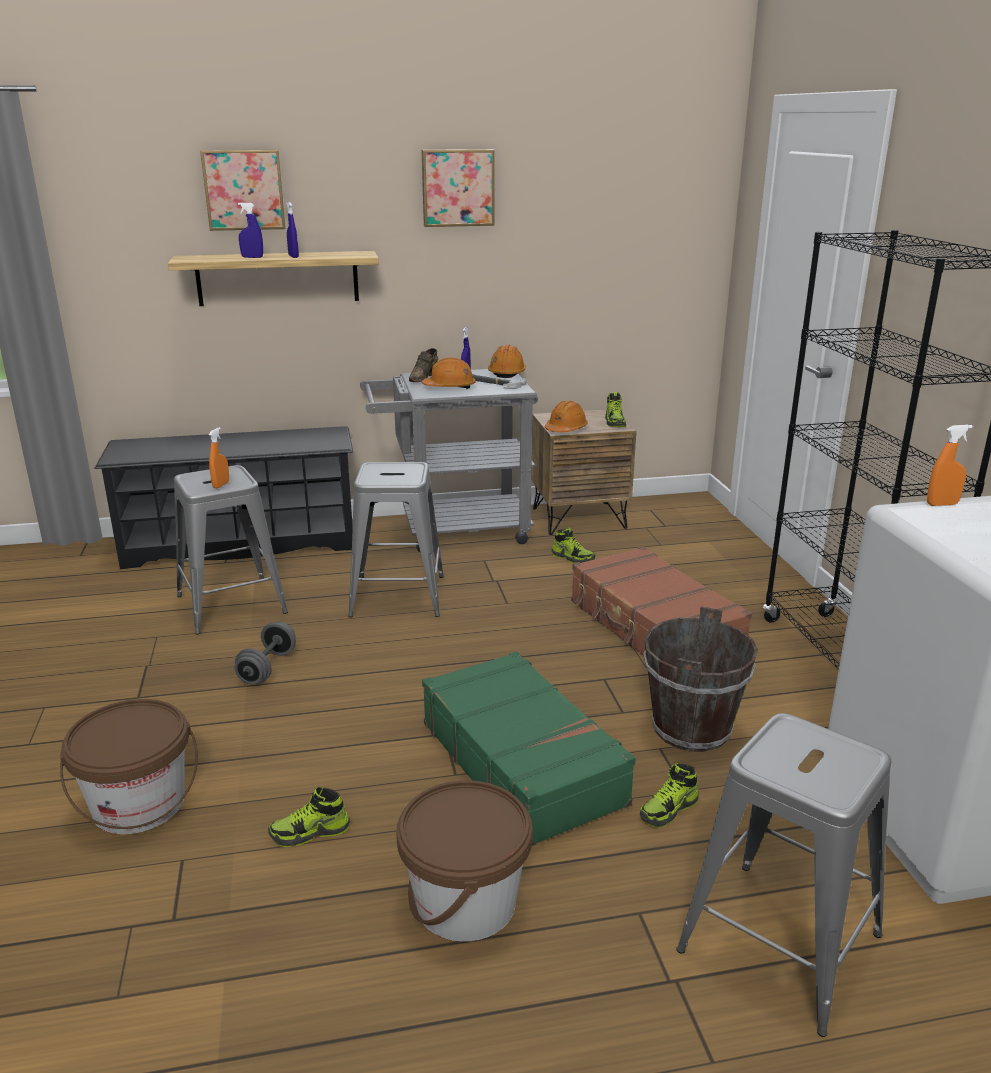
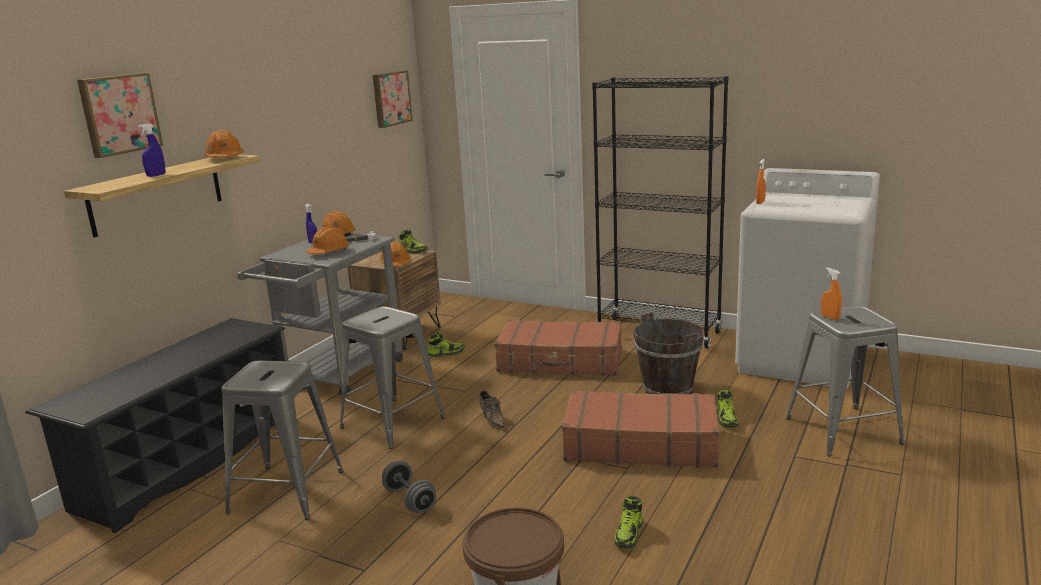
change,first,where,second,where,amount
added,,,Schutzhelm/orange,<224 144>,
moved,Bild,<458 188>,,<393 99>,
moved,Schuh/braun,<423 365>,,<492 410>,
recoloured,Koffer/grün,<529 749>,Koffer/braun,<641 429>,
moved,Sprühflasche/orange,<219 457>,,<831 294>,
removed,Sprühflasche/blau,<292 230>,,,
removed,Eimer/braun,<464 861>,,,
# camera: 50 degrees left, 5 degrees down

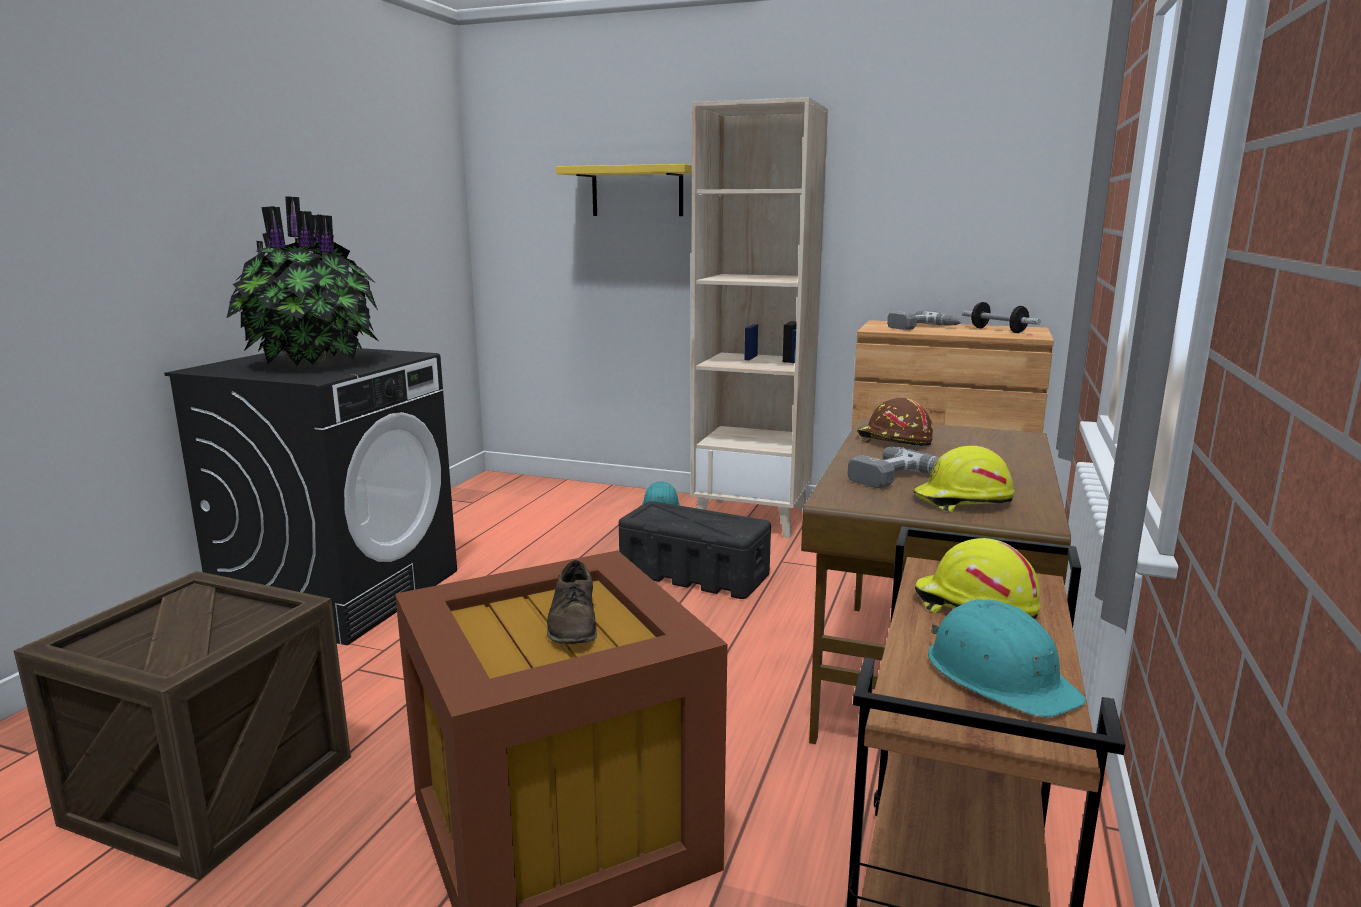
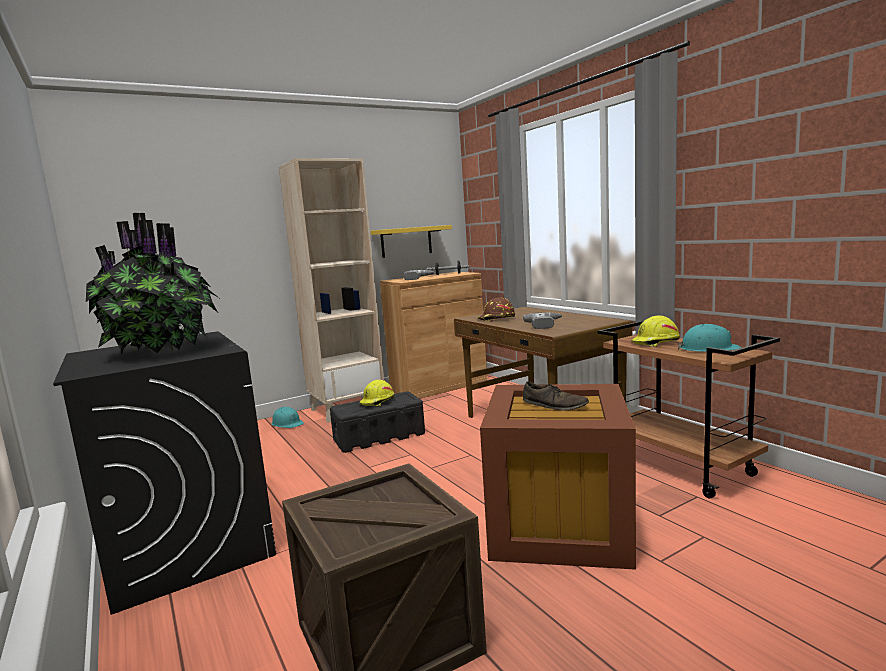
change,first,where,second,where,amount
moved,Schutzhelm/gelb,<964 479>,,<376 392>,
moved,Wandregal/gelb,<624 190>,,<411 241>,
# camera: 50 degrees left, 5 degrees down

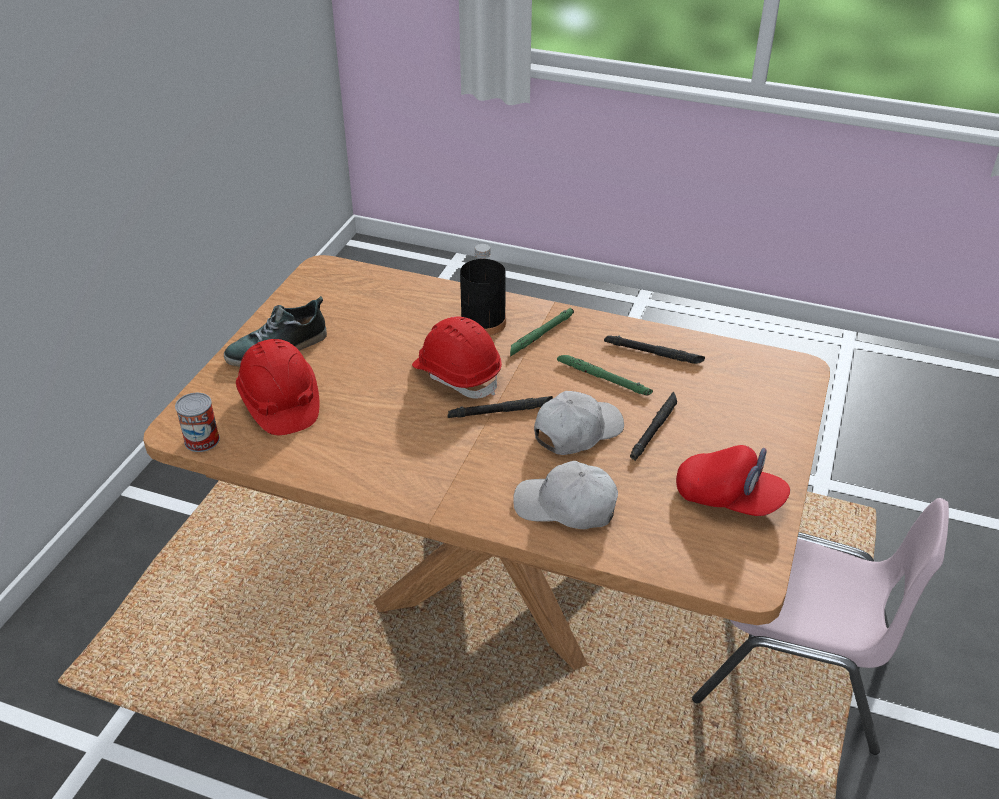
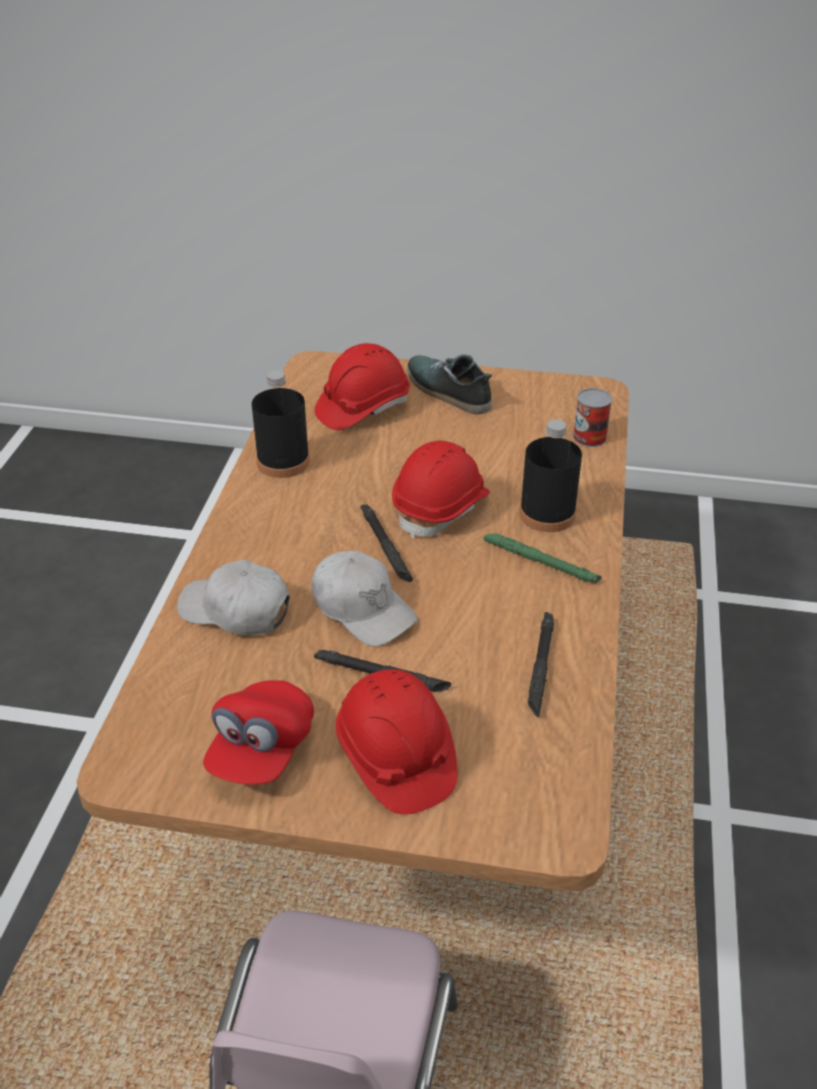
change,first,where,second,where,amount
turned,Kappe/weiß,<565 495>,,<233 597>,75 degrees counterclockwise
added,,,Flasche/schwarz,<281 424>,
added,,,Schutzhelm/rot,<396 742>,
moved,Dose,<197 422>,,<592 417>,
removed,Taschenlampe/grün,<605 375>,,,
# camera: 80 degrees right, 0 degrees up

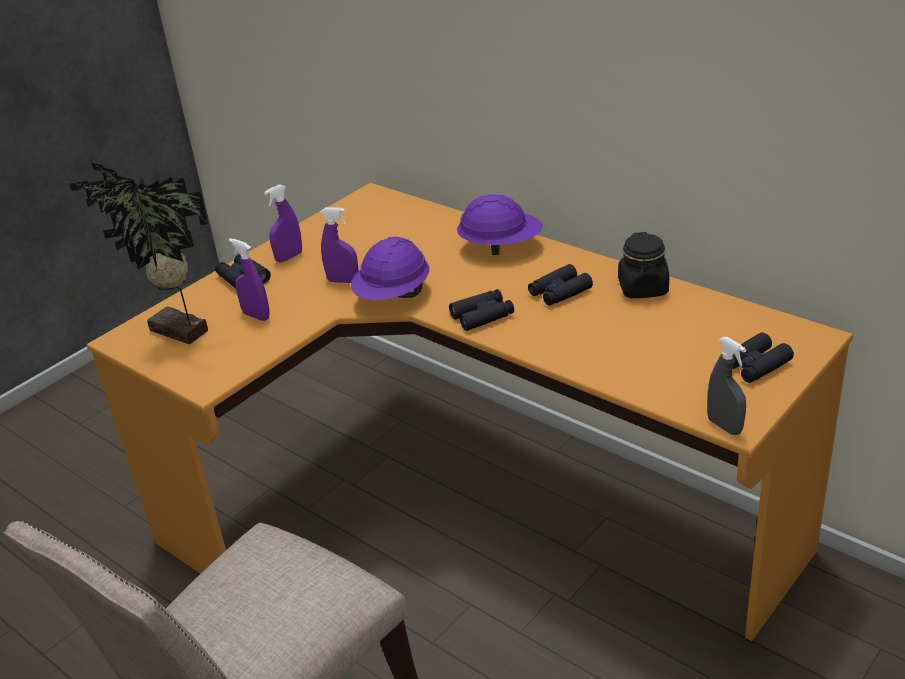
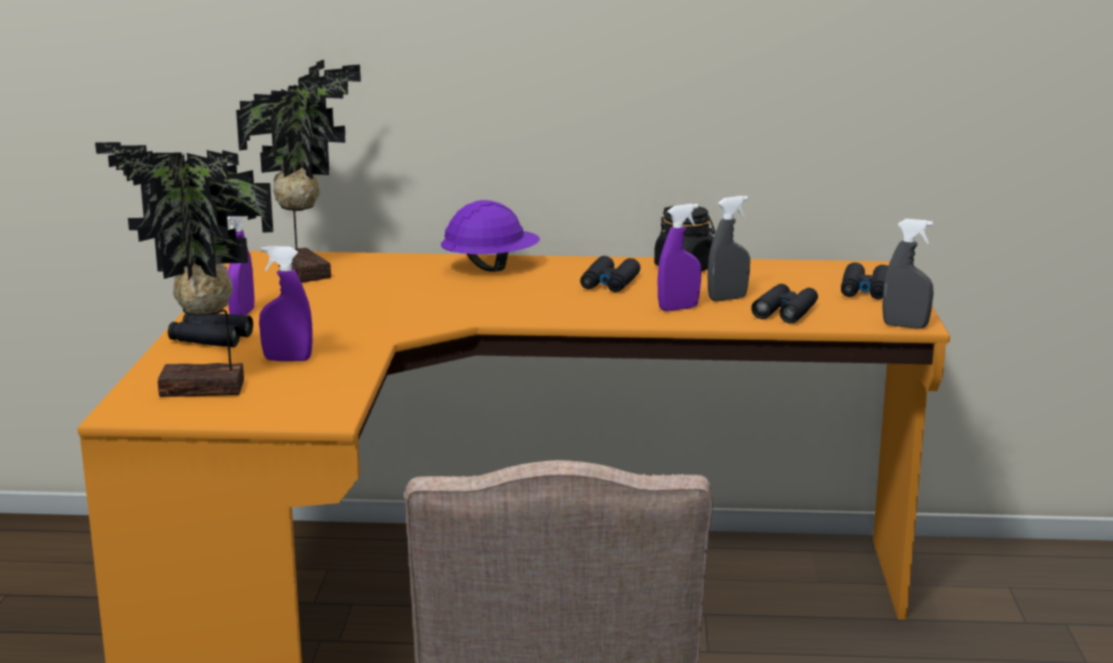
change,first,where,second,where,amount
added,,,Topfpflanze,<298 171>,
moved,Sprühflasche/lila,<339 245>,,<679 257>,
added,,,Sprühflasche/grau,<729 248>,
moved,Fernglas/schwarz,<481 310>,,<784 304>,
removed,Schutzhelm/lila,<390 268>,,,
# camera: 40 degrees left, 15 degrees down

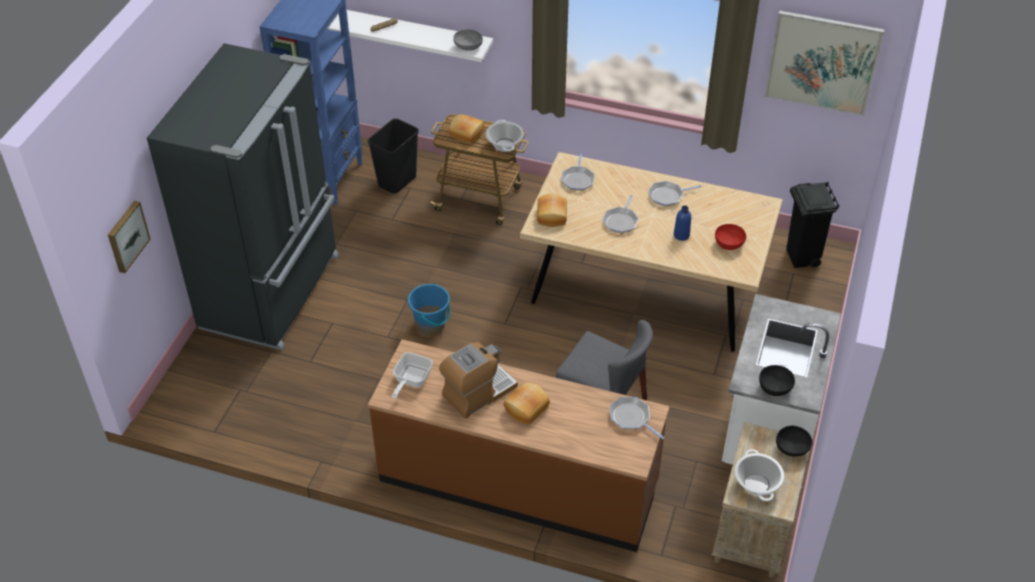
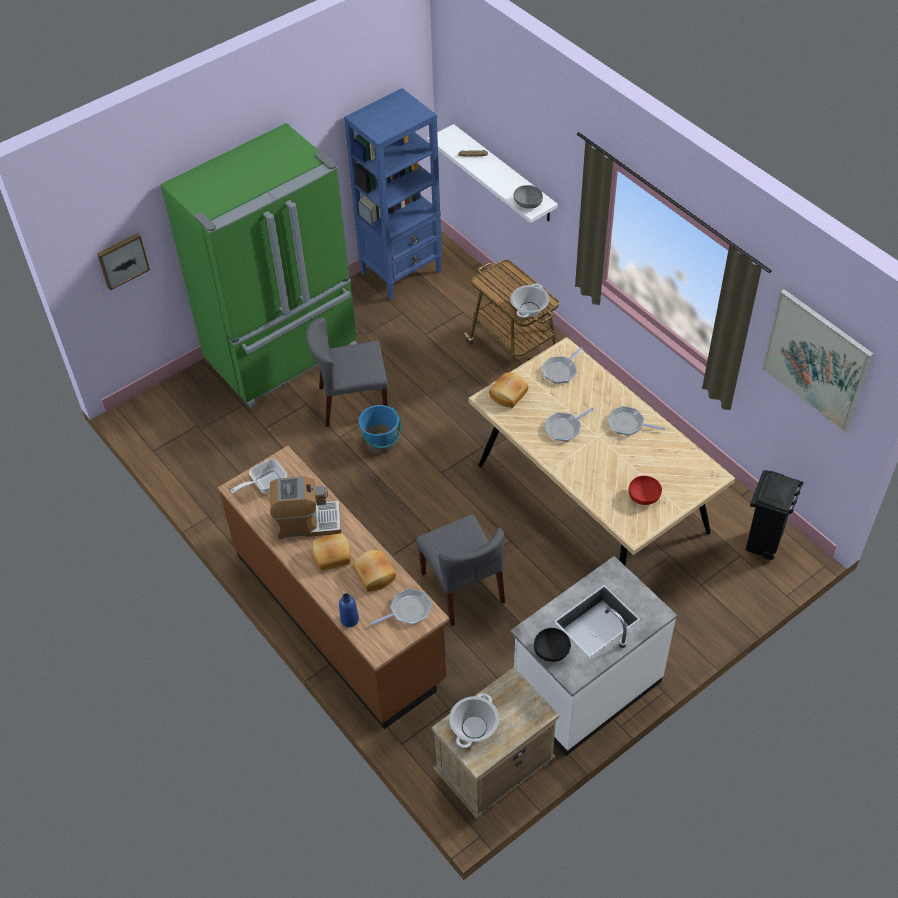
change,first,where,second,where,amount
recoloured,Kühlschrank/schwarz,<243 196>,Kühlschrank/grün,<258 265>,
added,,,Stuhl/grau,<347 372>,
moved,Flasche/blau,<682 223>,,<349 610>,
moved,Brot,<466 129>,,<374 571>,
turned,Pfanne,<637 418>,,<401 607>,75 degrees clockwise
removed,Mülleimer/schwarz,<393 156>,,,
removed,Schüssel/schwarz,<794 441>,,,
# camera: 35 degrees right, 5 degrees up

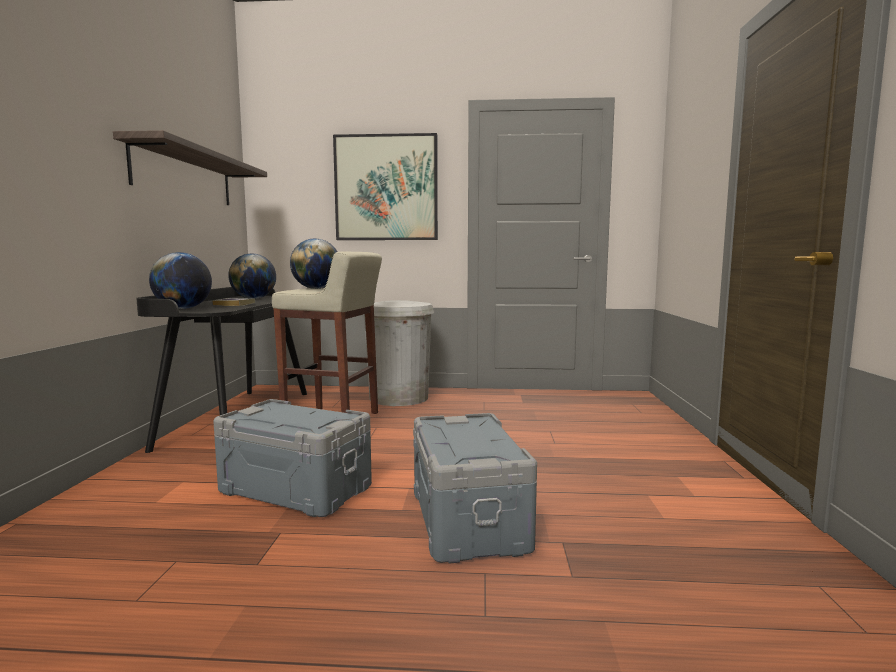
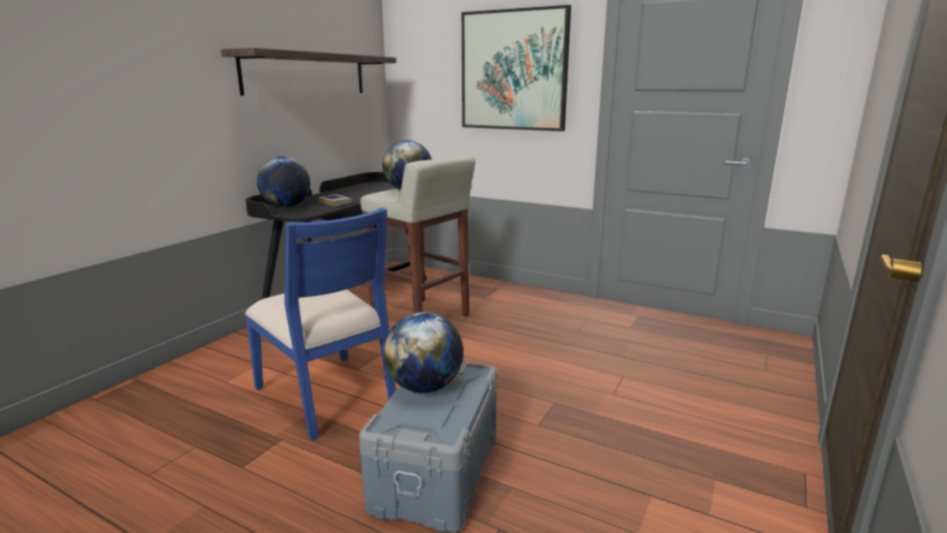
change,first,where,second,where,amount
replaced,Aufbewahrungsbox/grau,<292 458>,Stuhl/blau,<320 323>,
moved,Globus,<252 276>,,<423 352>,
removed,Mülleimer/weiß,<398 353>,,,
# camera: 25 degrees right, 10 degrees up

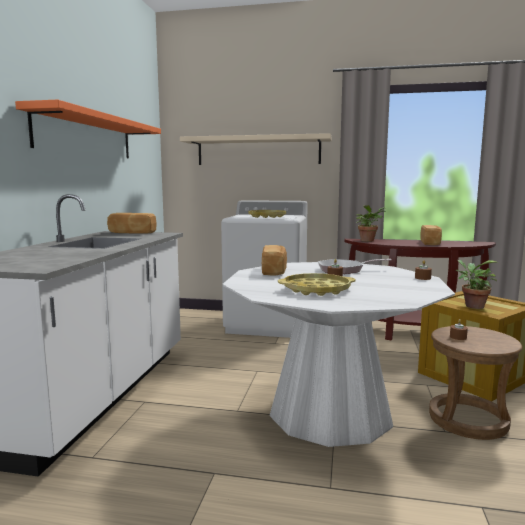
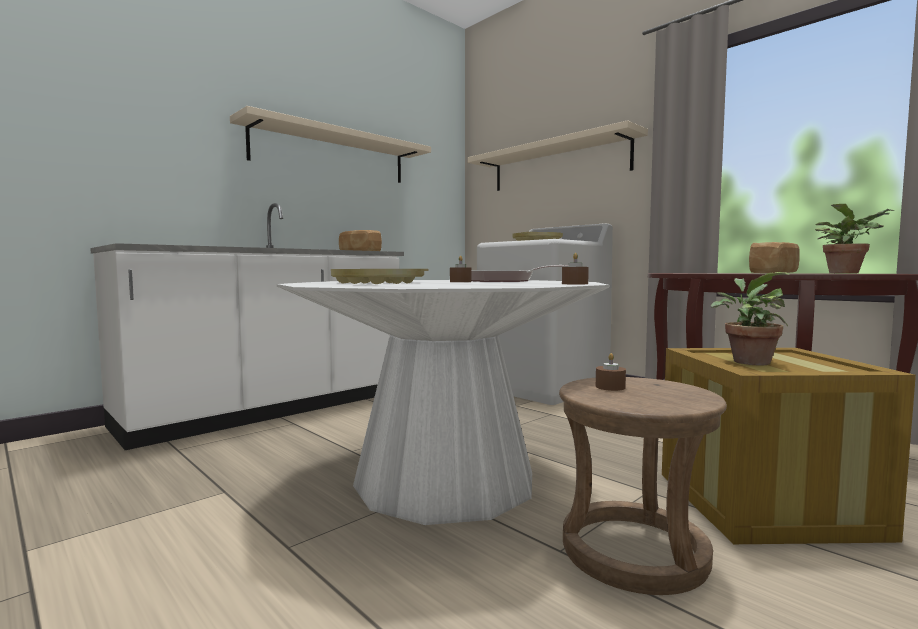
change,first,where,second,where,amount
recoloured,Wandregal/orange,<88 129>,Wandregal/beige,<330 144>,
moved,Topfpflanze,<371 223>,,<854 238>,
removed,Brot,<274 260>,,,
# camera: 35 degrees right, 5 degrees down

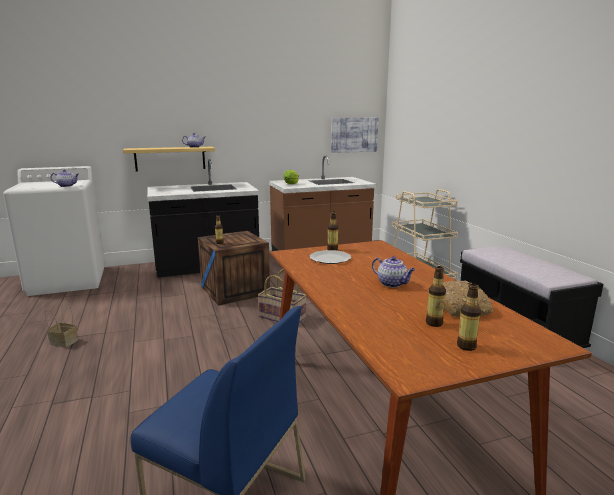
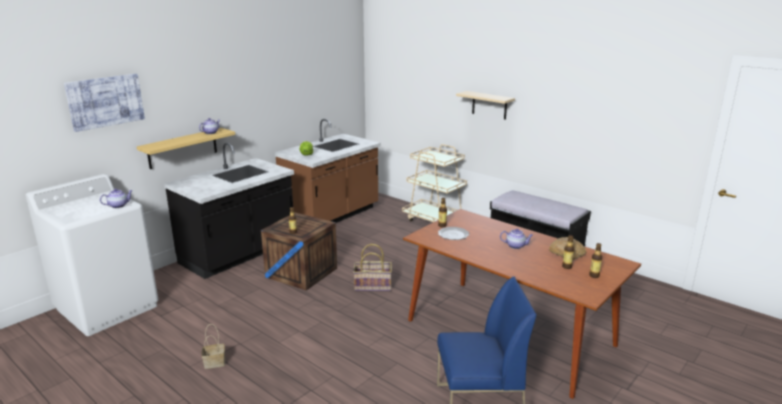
change,first,where,second,where,amount
moved,Bild,<354 135>,,<104 103>,
added,,,Wandregal/beige,<485 105>,
# camera: 30 degrees left, 5 degrees up

